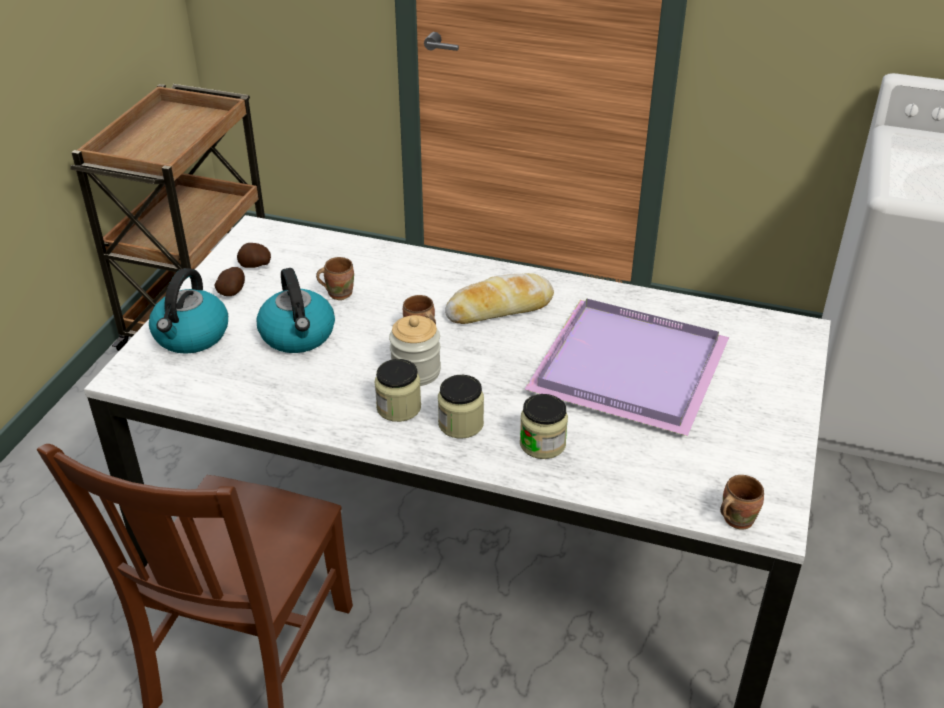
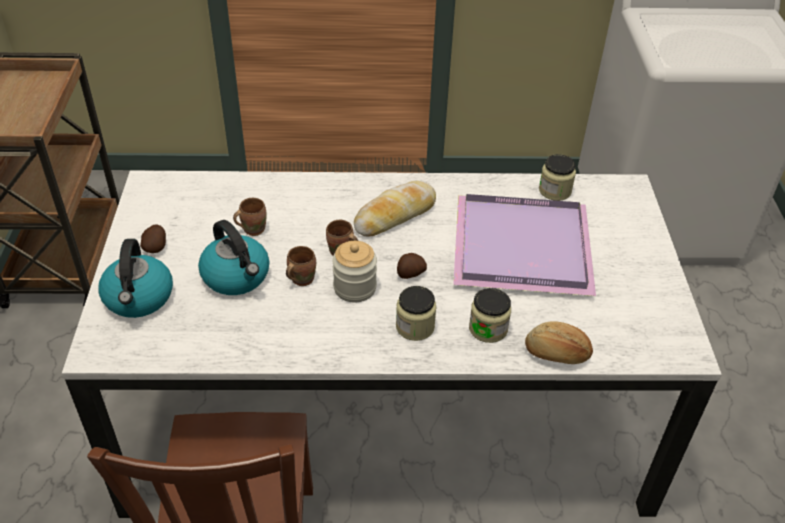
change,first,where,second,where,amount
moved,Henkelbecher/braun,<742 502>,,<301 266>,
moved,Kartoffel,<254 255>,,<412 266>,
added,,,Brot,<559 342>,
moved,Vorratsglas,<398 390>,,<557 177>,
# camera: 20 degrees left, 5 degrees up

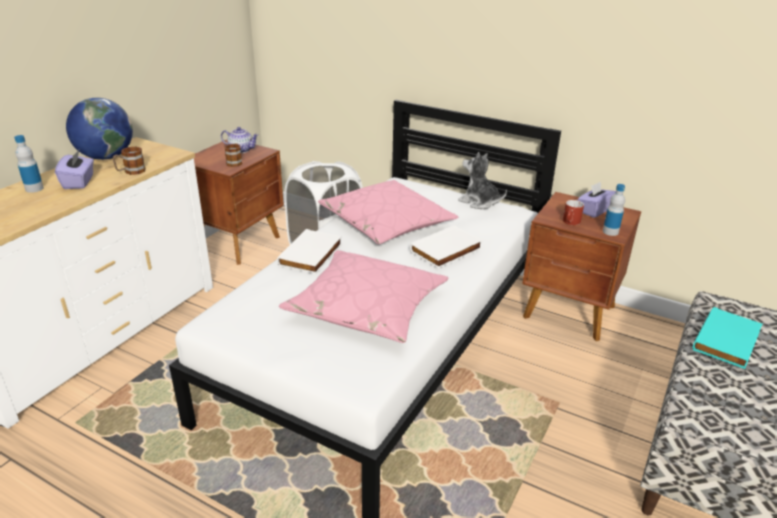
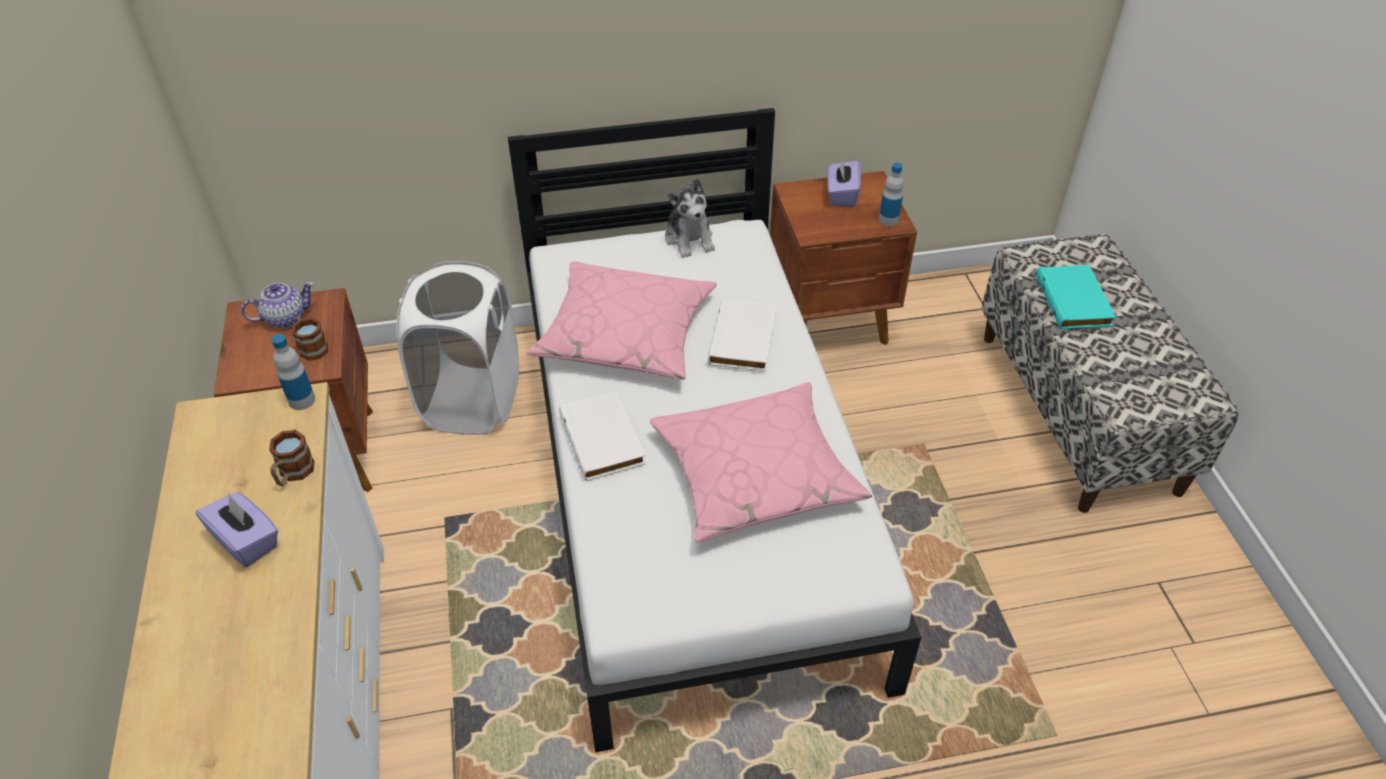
change,first,where,second,where,amount
moved,Flasche,<29 164>,,<293 372>,
turned,Plüschtier,<482 180>,,<690 218>,105 degrees counterclockwise
removed,Globus,<99 129>,,,
removed,Henkelbecher/rot,<573 212>,,,
# camera: 40 degrees left, 15 degrees up

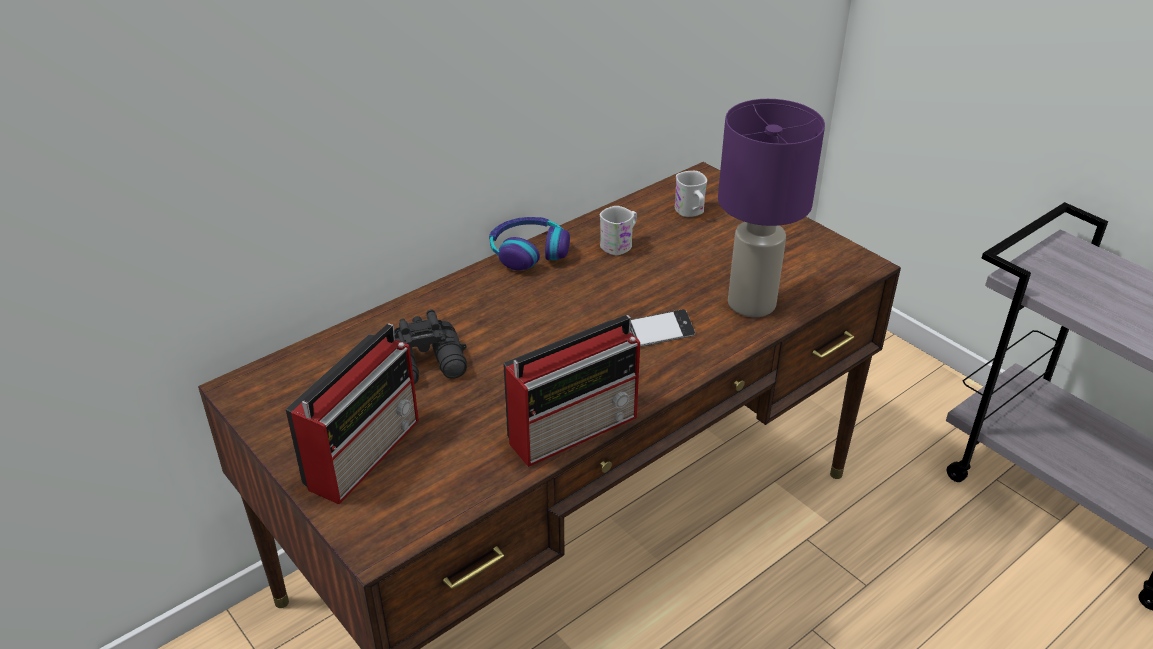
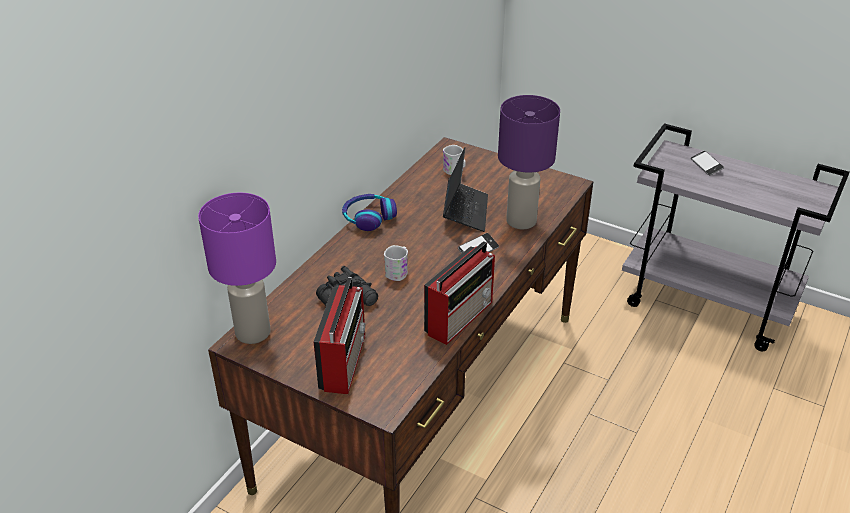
change,first,where,second,where,amount
added,,,Tischlampe/lila,<237 268>,
moved,Henkelbecher/weiß,<618 230>,,<396 263>,
added,,,Laptop,<465 189>,
added,,,Handy,<707 163>,
# camera: 20 degrees left, 0 degrees up

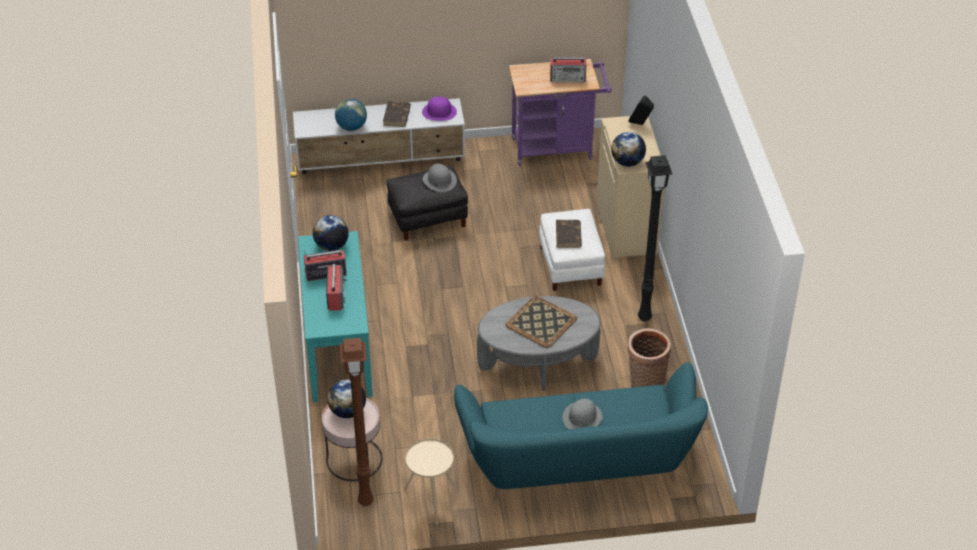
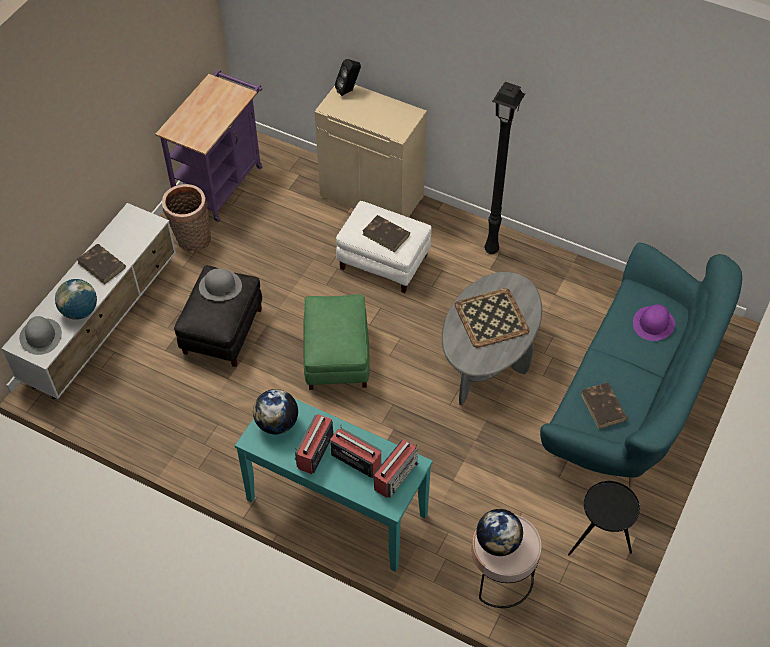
change,first,where,second,where,amount
moved,Hut/grau,<583 413>,,<40 335>,
moved,Korb,<649 358>,,<186 218>,
added,,,Polsterhocker/grün,<336 342>,
moved,Radio,<568 69>,,<396 468>,
recoloured,Beistelltisch/beige,<429 482>,Beistelltisch/schwarz,<604 518>,
added,,,Buch/braun,<604 406>,
moved,Hut/lila,<439 109>,,<654 322>,
removed,Stehlampe/braun,<357 422>,,,
removed,Globus,<628 149>,,,
# camera: 55 degrees left, 10 degrees up

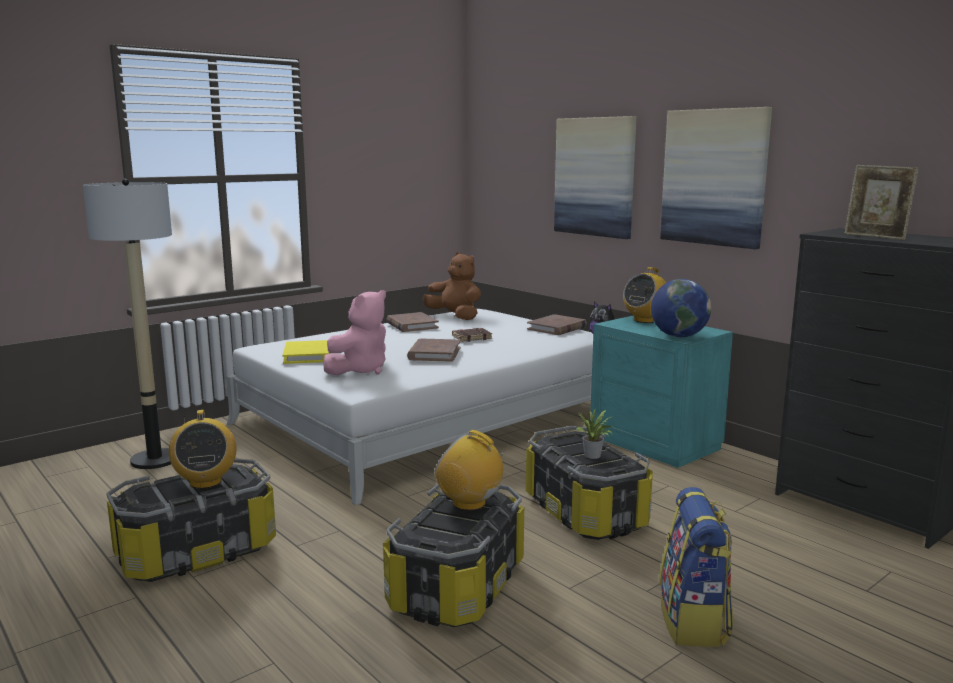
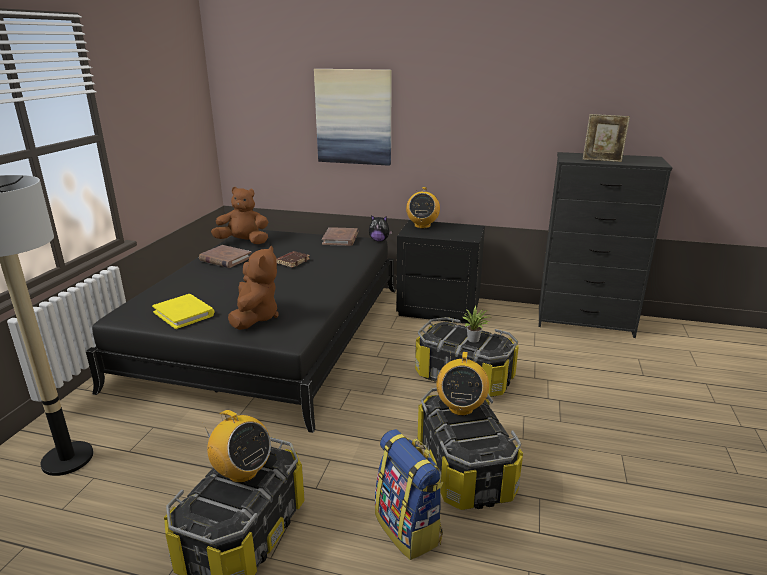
change,first,where,second,where,amount
recoloured,Bett/weiß,<409 407>,Bett/schwarz,<241 331>,
recoloured,Plüschtier/rosa,<354 332>,Plüschtier/braun,<253 288>,
moved,Rucksack,<696 567>,,<409 494>,
recoloured,Nachttisch/türkis,<661 391>,Nachttisch/schwarz,<440 272>,
turned,Radio,<472 470>,,<462 384>,75 degrees counterclockwise
removed,Buch/braun,<433 350>,,,
removed,Globus,<681 308>,,,
removed,Bild,<716 178>,,,
# camera: 35 degrees left, 10 degrees up

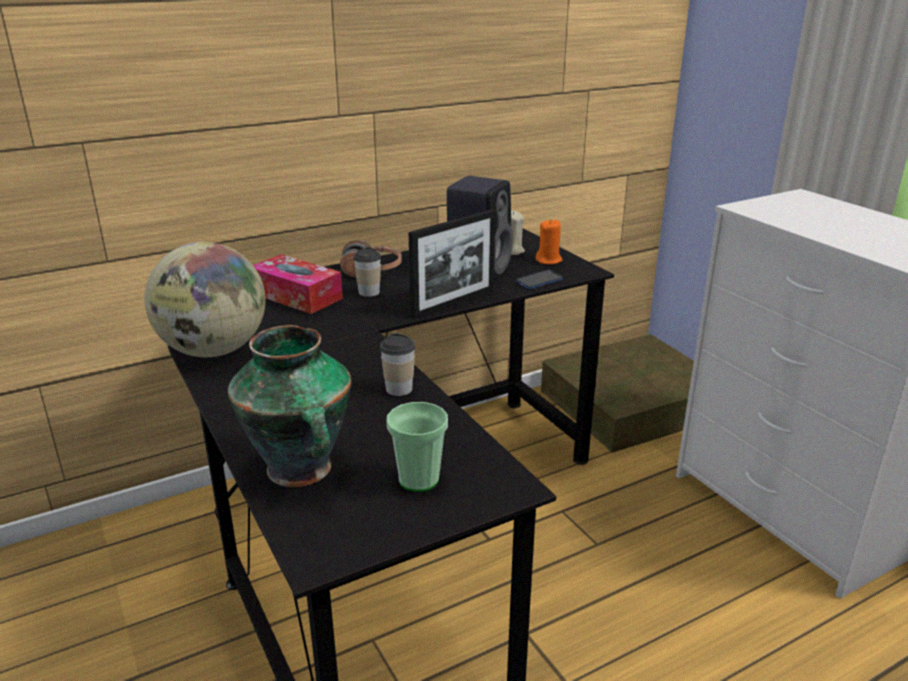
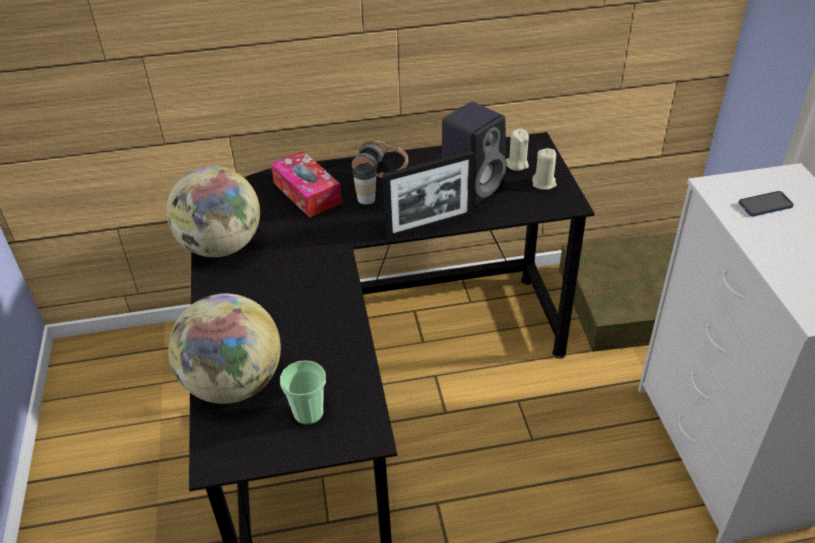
change,first,where,second,where,amount
replaced,Vase,<289 406>,Globus,<224 348>,
recoloured,Kerze/orange,<548 241>,Kerze/beige,<544 169>,
moved,Handy,<539 279>,,<766 203>,
removed,Tasse,<397 364>,,,
# camera: 20 degrees right, 15 degrees up

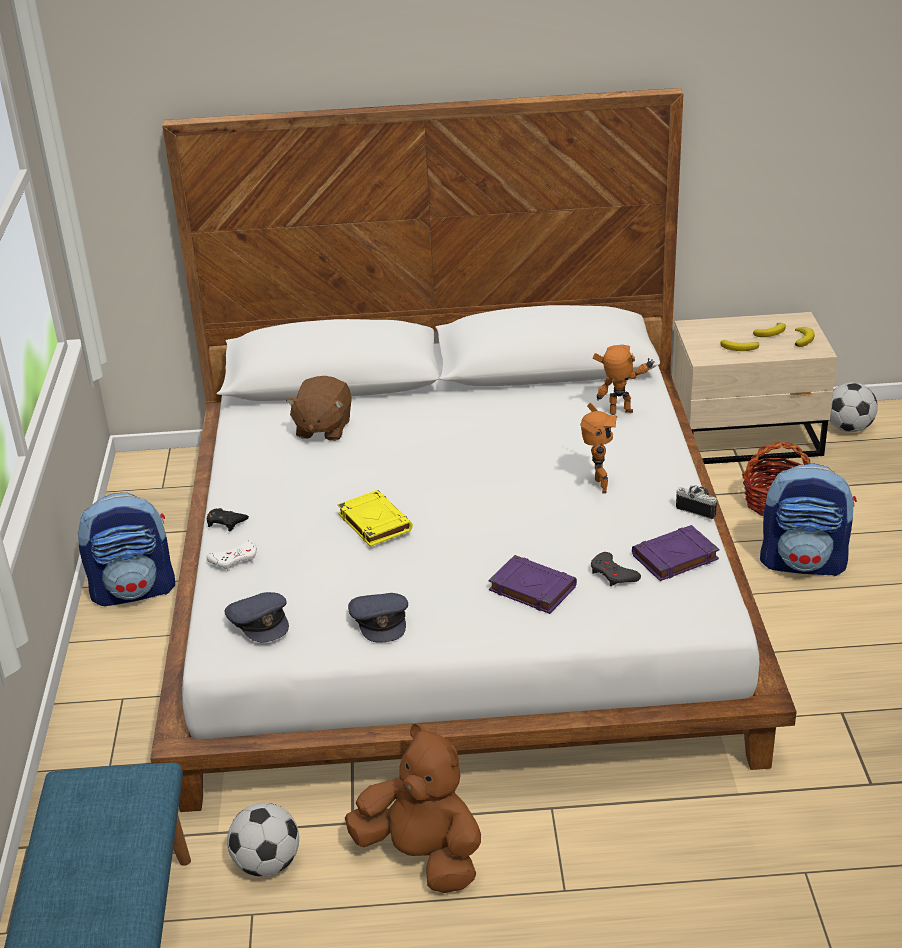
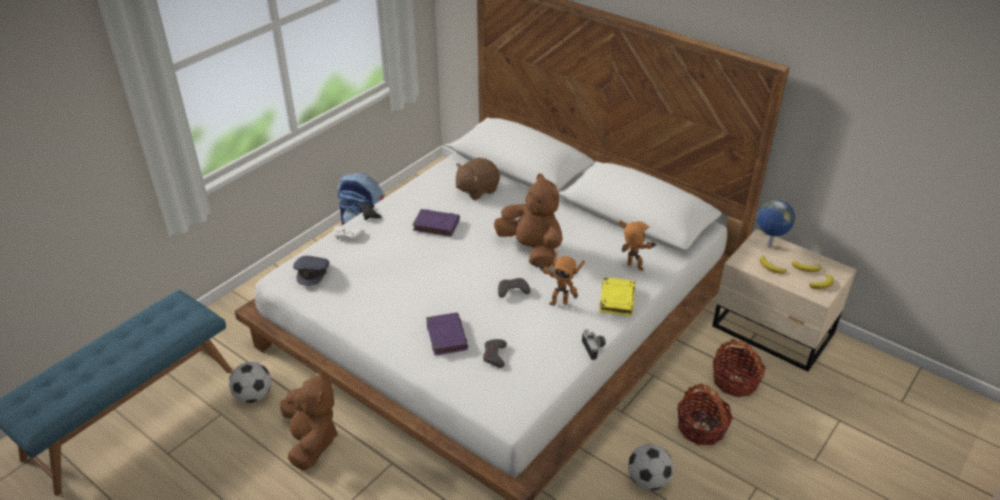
change,first,where,second,where,amount
moved,Buch/lila,<675 553>,,<436 223>,
added,,,Plüschtier/braun,<528 220>,
added,,,Gamepad/grau,<514 288>,
turned,Spielzeugroboter,<598 448>,,<561 278>,60 degrees clockwise
moved,Buch/gelb,<375 518>,,<617 296>,
moved,Fußball,<854 407>,,<651 467>,
replaced,Rucksack,<808 519>,Korb,<705 414>,
added,,,Globus,<776 224>,
removed,Kappe/grau,<378 618>,,,
# camera: 40 degrees right, 5 degrees up

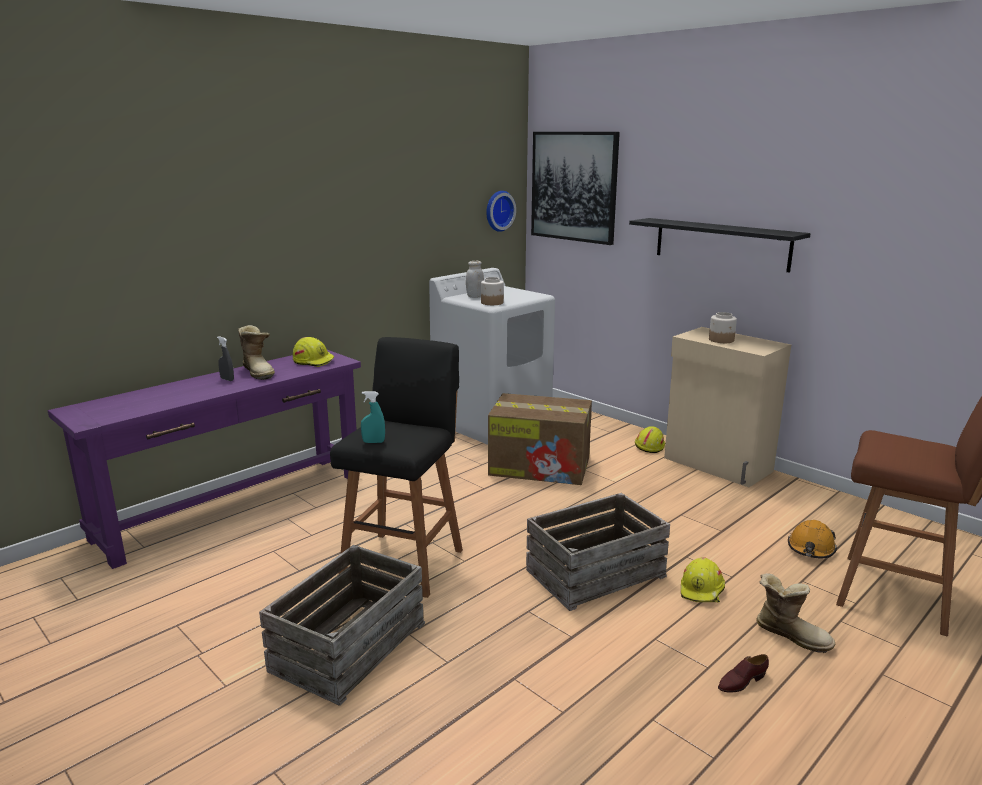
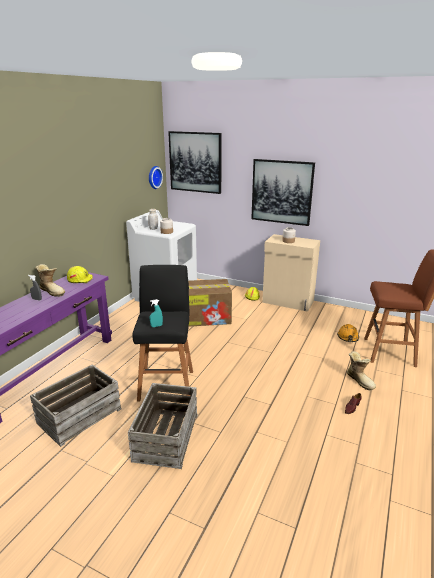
change,first,where,second,where,amount
moved,Kiste,<598 552>,,<76 406>,
replaced,Wandregal/schwarz,<720 245>,Bild,<283 192>,
turned,Stiefel,<796 613>,,<361 371>,45 degrees clockwise
removed,Schutzhelm/gelb,<703 579>,,,
# camera: 20 degrees left, 5 degrees up

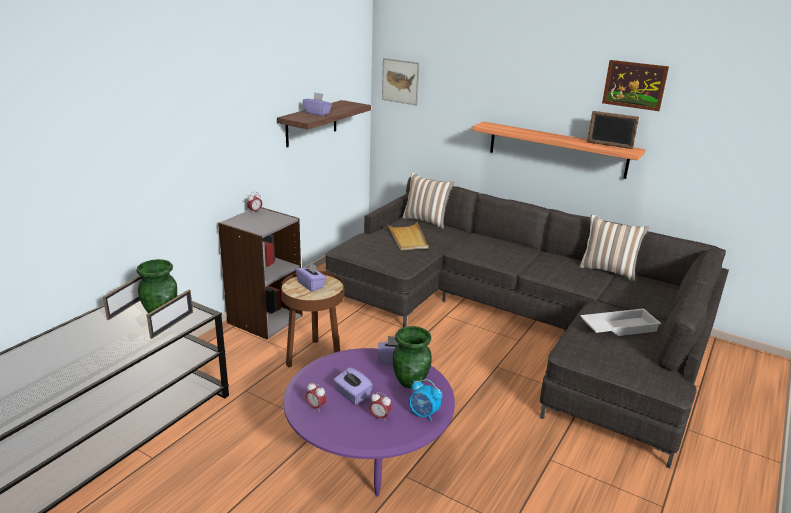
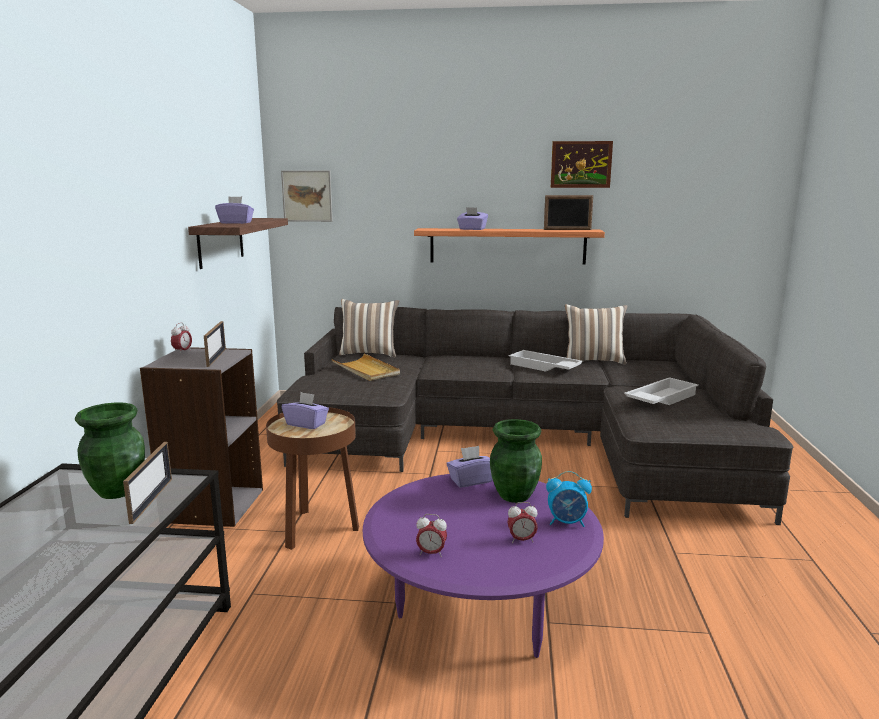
change,first,where,second,where,amount
moved,Bilderrahmen,<122 297>,,<215 344>,
moved,Taschentuchbox/lila,<353 386>,,<472 218>,
added,,,Tablett/weiß,<546 361>,
# camera: 25 degrees left, 10 degrees down

